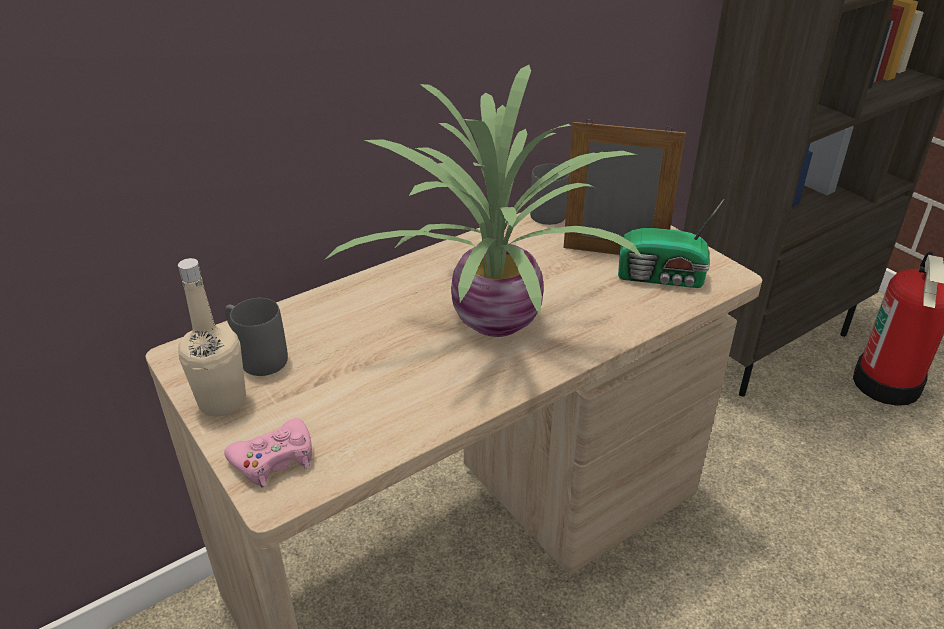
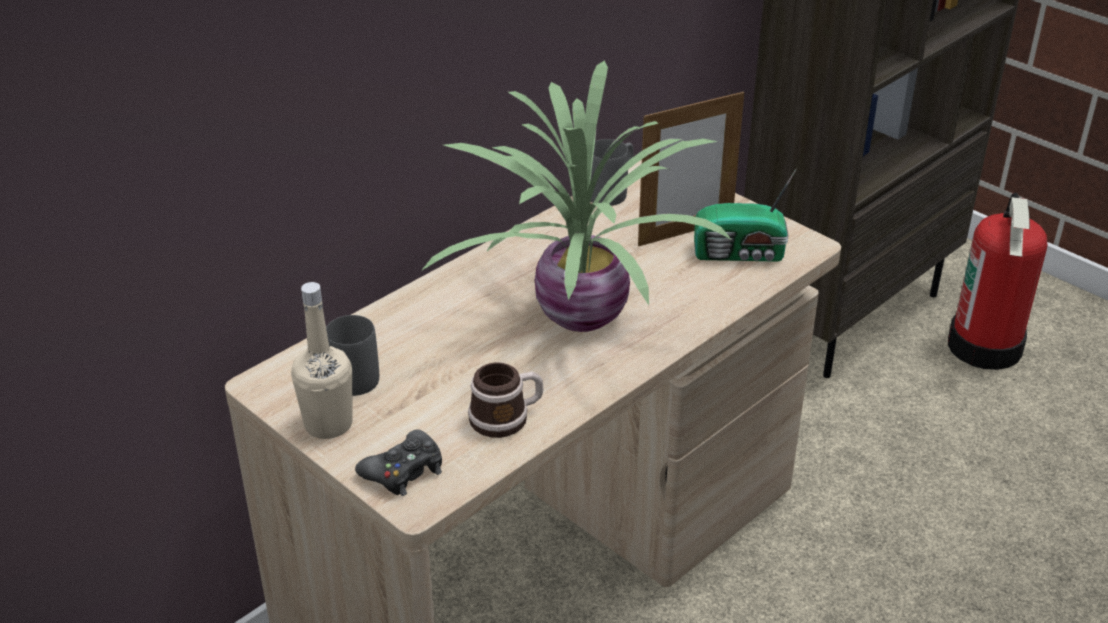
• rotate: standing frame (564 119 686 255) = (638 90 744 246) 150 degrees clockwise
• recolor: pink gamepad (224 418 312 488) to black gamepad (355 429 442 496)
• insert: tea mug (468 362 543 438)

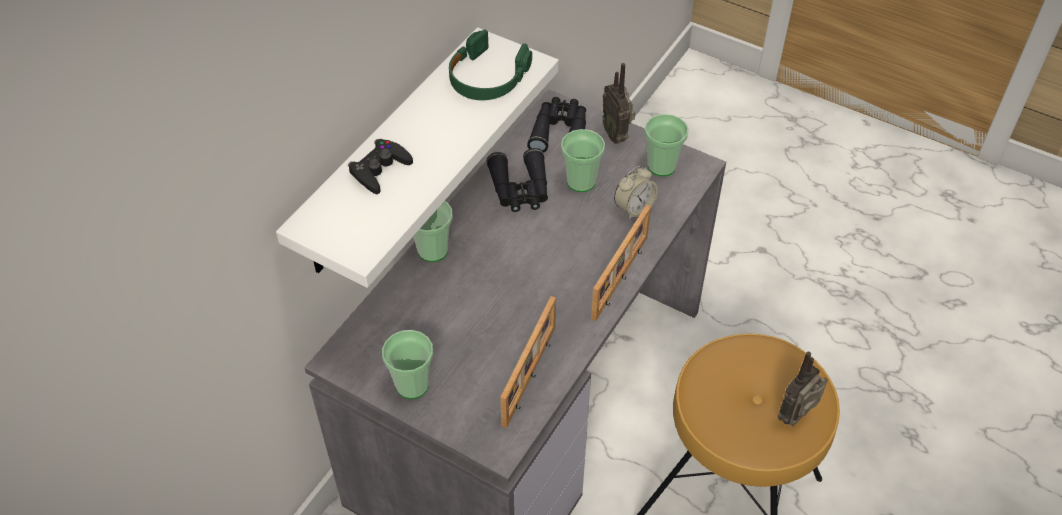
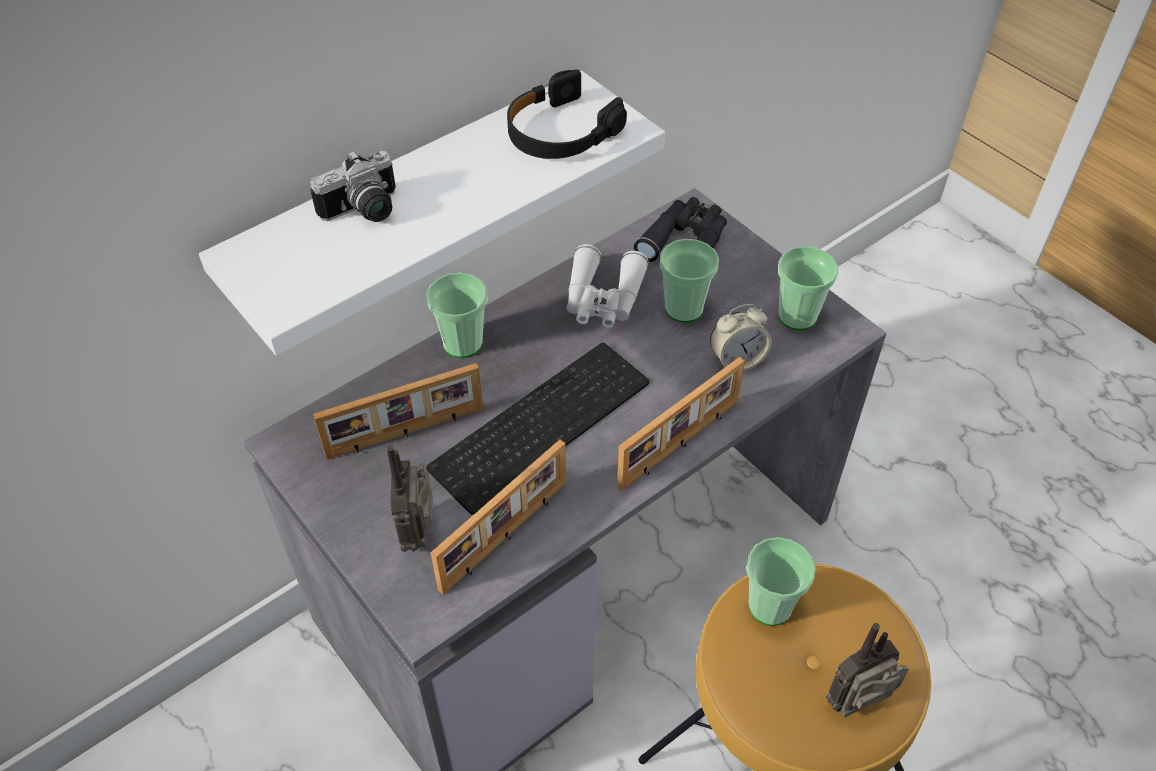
• recolor: green-coloured headphones (449 29 532 100) to black headphones (507 69 627 159)
• move: radio receiver (602 63 635 144) to (387 445 433 552)
• replace: black gamepad (348 139 413 194) to still camera (310 150 396 222)
• recolor: black pair of binoculars (486 148 548 212) to white pair of binoculars (566 244 649 328)
• move: cup (382 330 433 399) to (746 537 816 626)
• insert: keyboard (426 342 650 515)
• insert: standing frame (313 363 483 460)

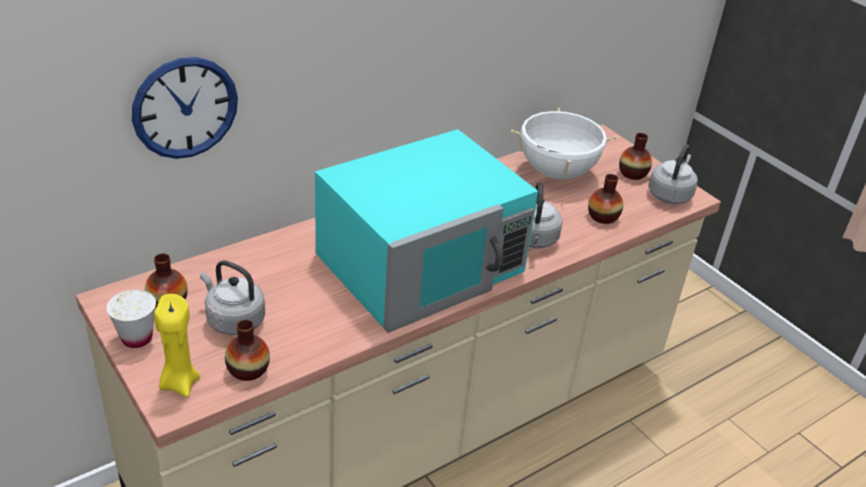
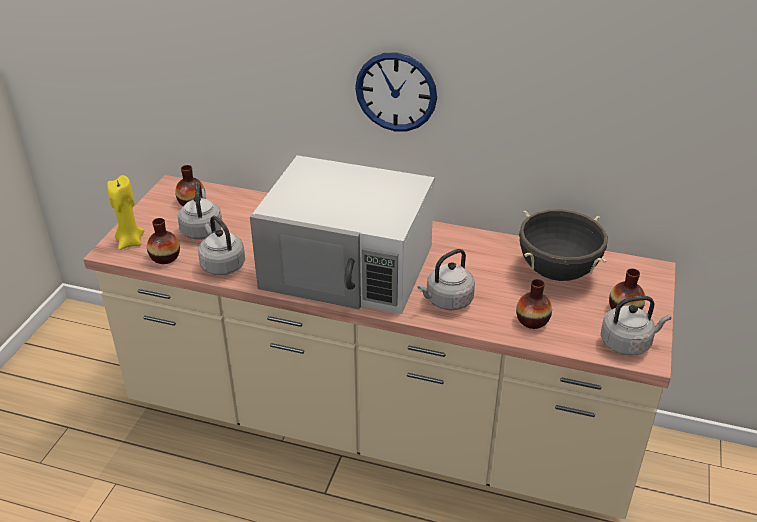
• move: clock on the wall (132 57 238 159) to (355 52 437 131)
• recolor: white cooking pot (511 107 617 179) to black cooking pot (519 210 608 281)
• recolor: turquoise microwave (315 129 538 333) to white microwave (250 155 435 314)
• delete: white cup (106 290 156 348)
• insert: grey kettle (198 216 245 275)

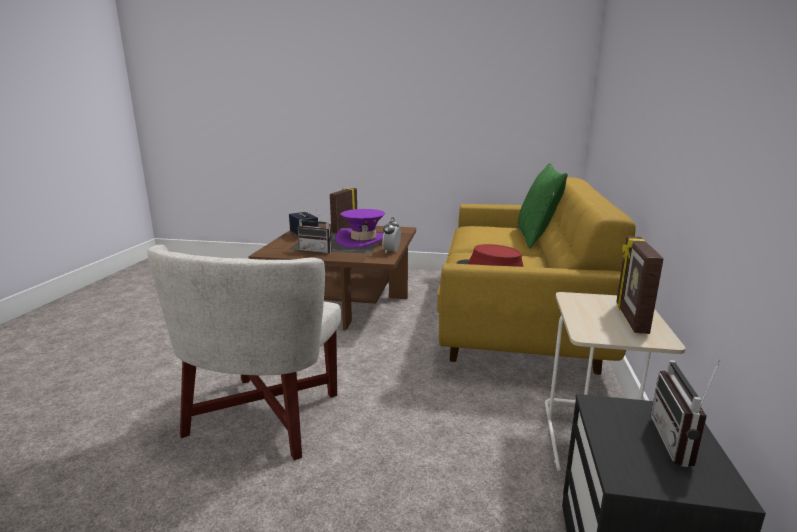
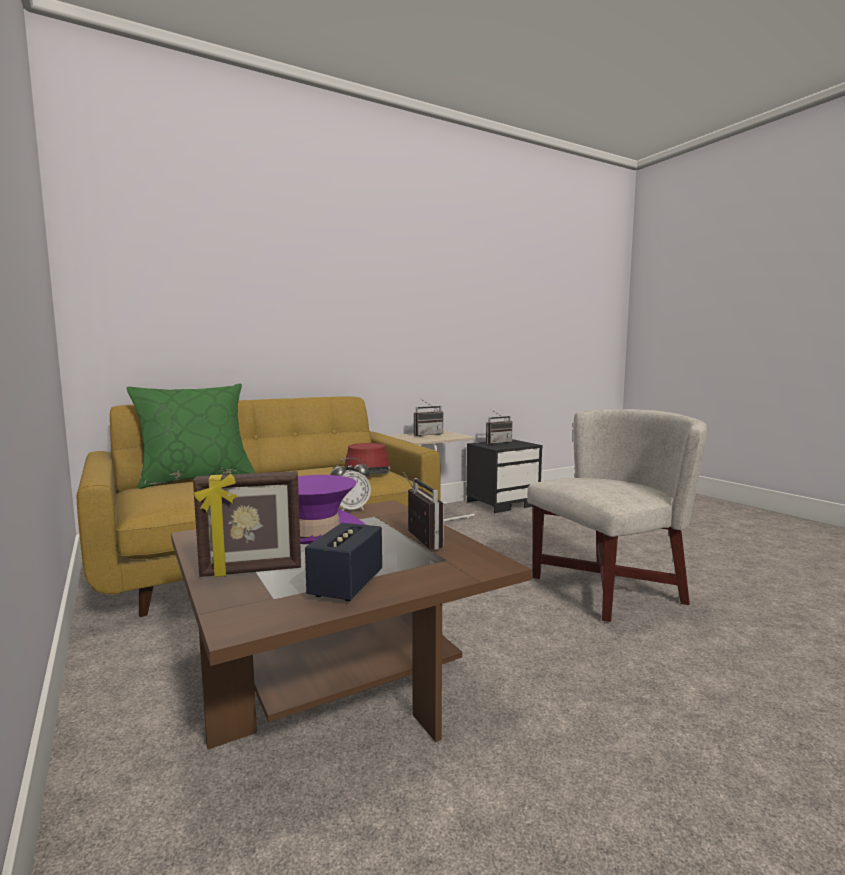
• replace: standing frame (616 236 664 334) to radio receiver (414 398 444 436)

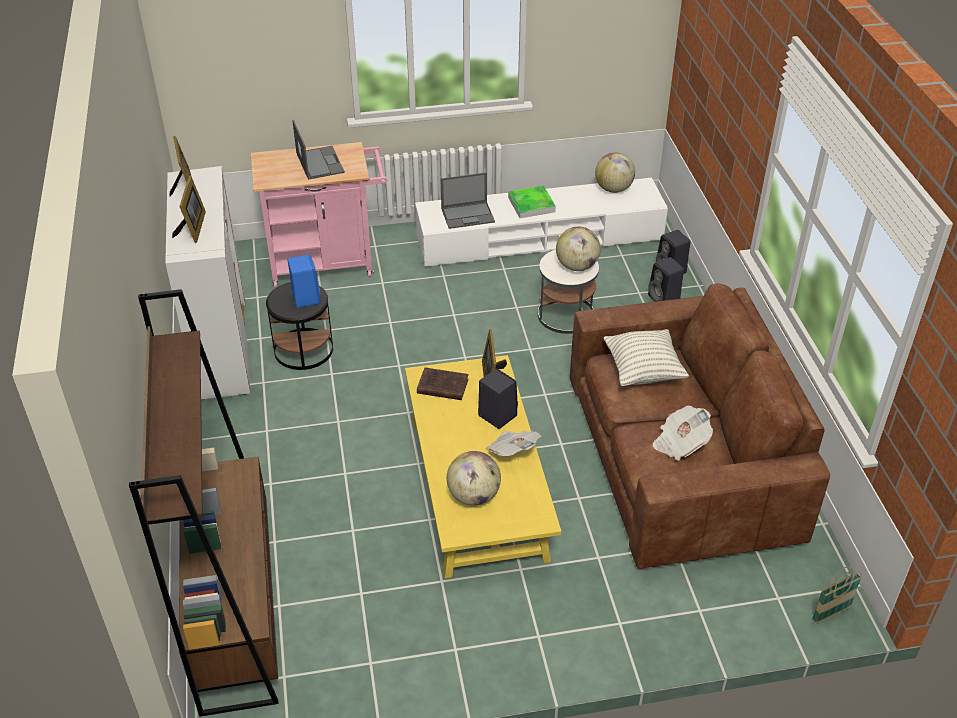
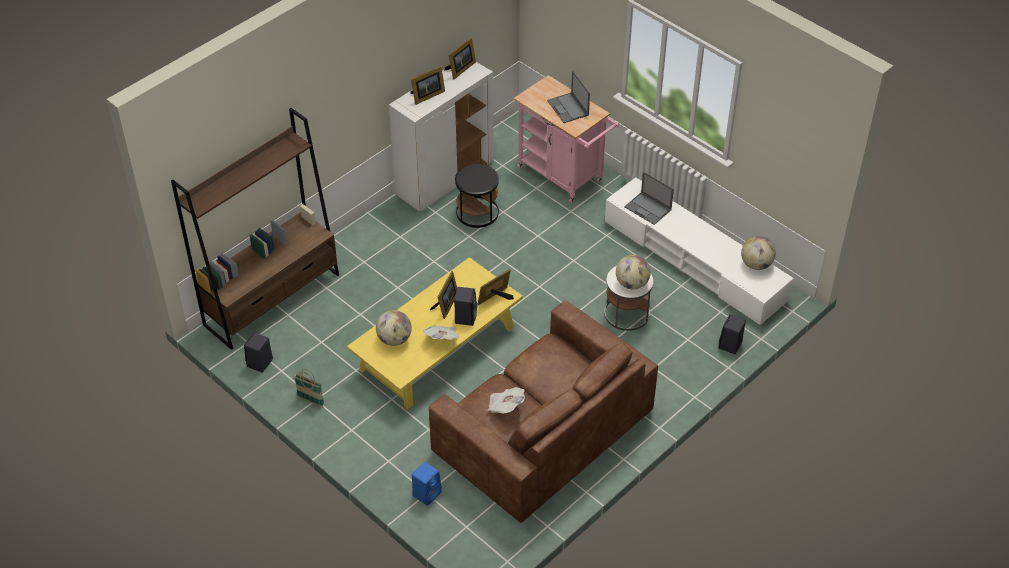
• rotate: portable computer (292 120 345 180) = (547 71 590 123) 120 degrees clockwise
• delete: carrying tray (508 186 556 218)
• move: blue-coloured speaker (287 254 321 308) to (412 462 442 506)
• move: black speaker (648 257 684 302) to (244 332 273 373)
• delete: cushion (603 329 689 386)
• delete: brownish bound book (417 368 468 400)
• move: basket (812 566 862 624) to (294 369 324 407)
• insert: standing frame (430 271 457 319)

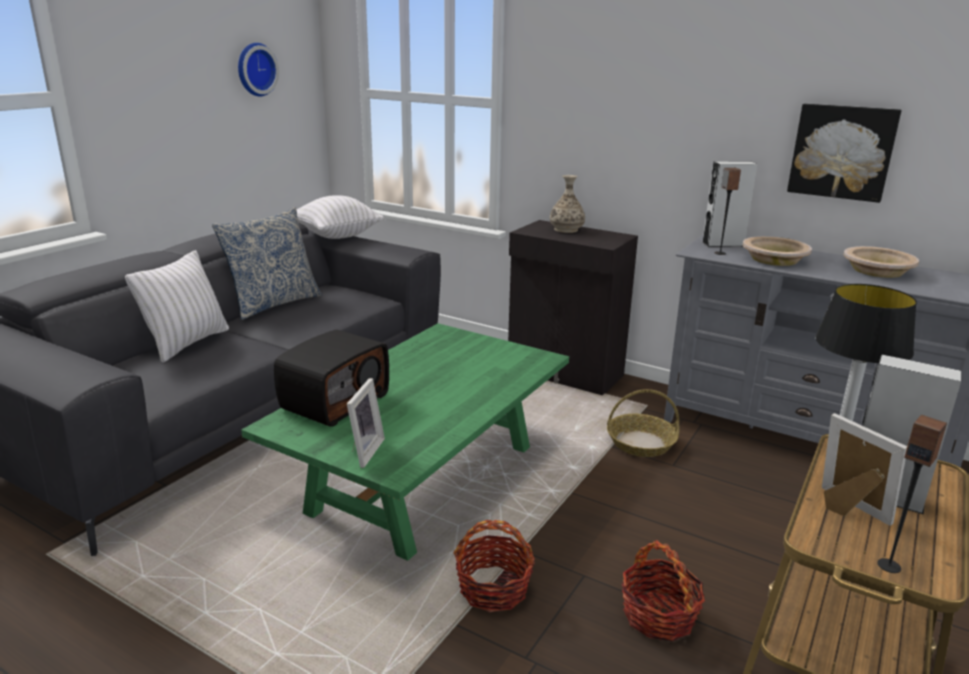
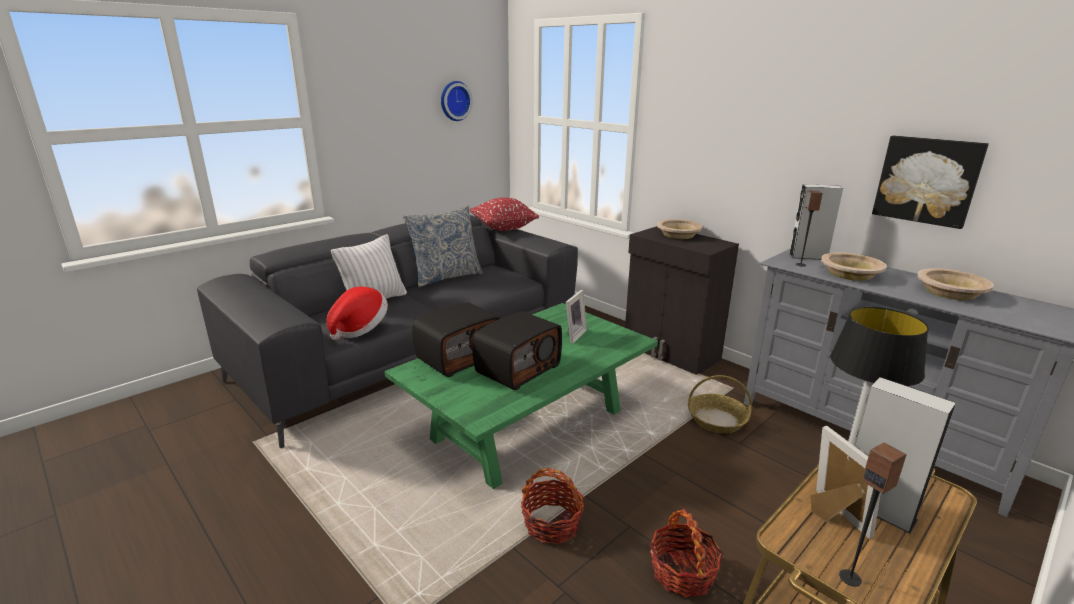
• replace: decorative vase (550 175 585 233) to beige serving bowl (657 219 703 239)
• recolor: white cushion (296 195 384 239) to red cushion (470 197 539 231)
• move: standing frame (347 378 385 468) to (566 290 587 344)
• insert: wearable hat (327 287 388 340)
• insert: radio receiver (472 311 562 390)

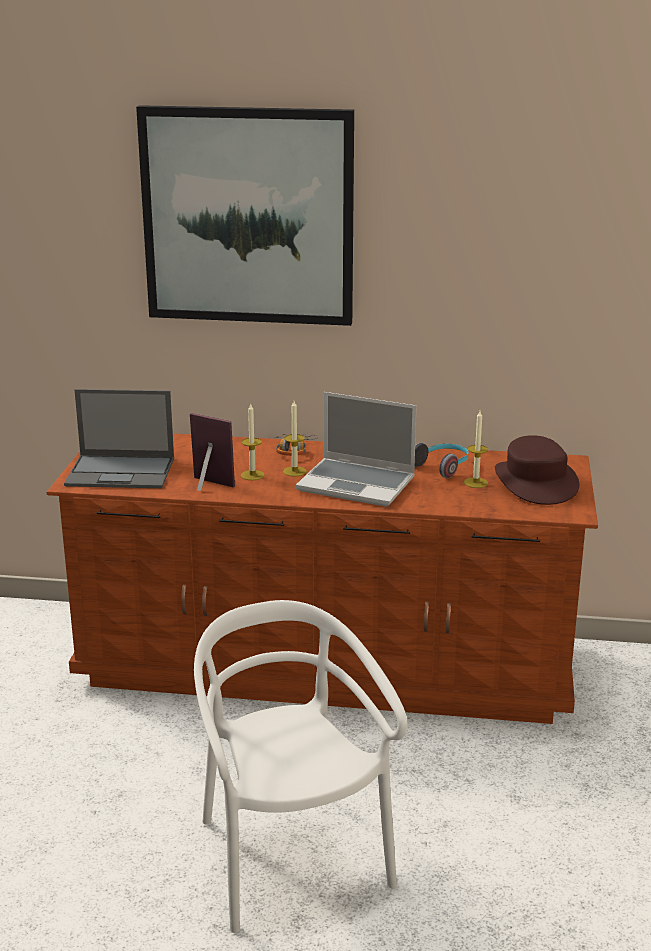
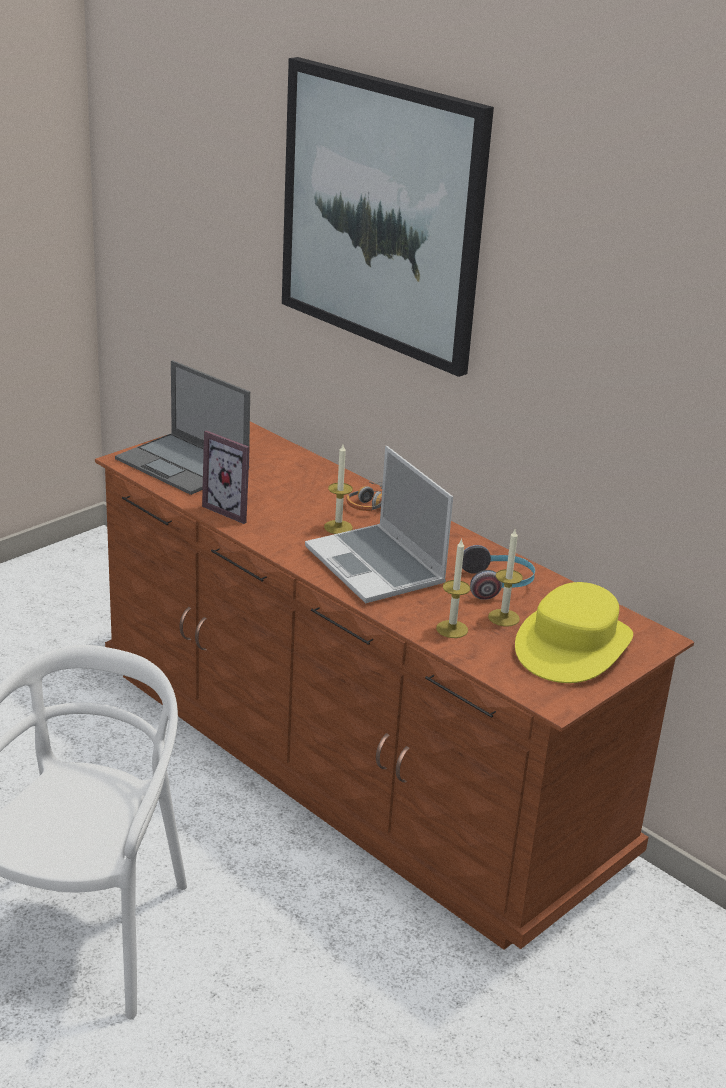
• move: wax light (241 404 265 480) to (436 538 470 638)
• rotate: standing frame (190 413 235 491) = (202 430 250 524) 150 degrees clockwise
• recolor: brownish wearable hat (495 435 579 505) to yellow-coloured wearable hat (515 582 633 683)

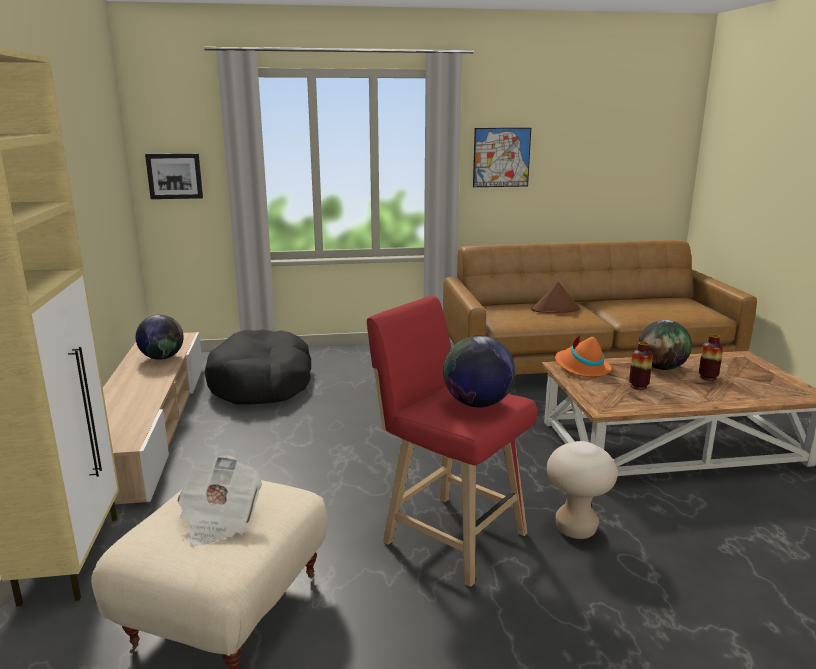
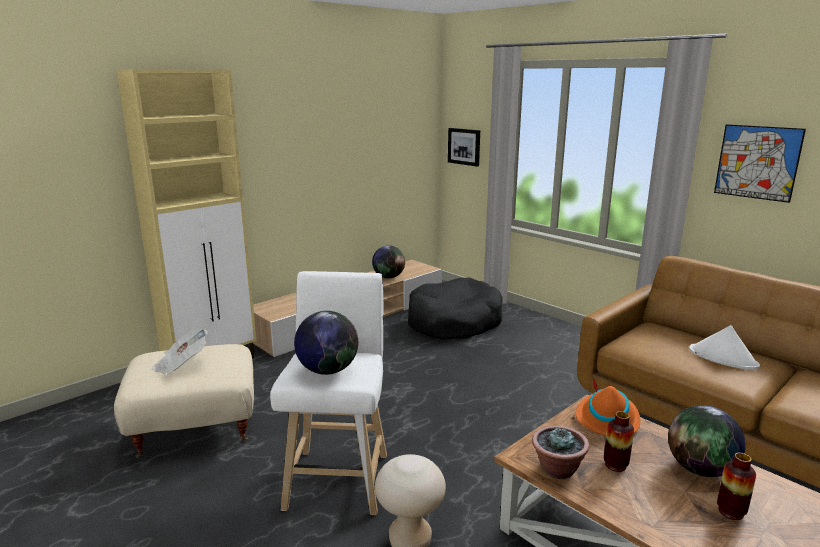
• recolor: brownish wearable hat (531 282 580 313) to white wearable hat (689 325 760 370)
• recolor: red sitting stool (367 296 537 587) to white sitting stool (270 271 387 515)
• insert: potted plant (532 426 589 479)

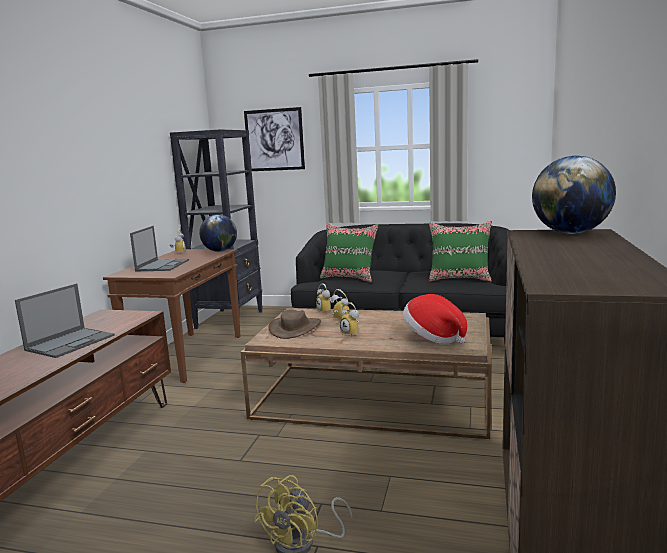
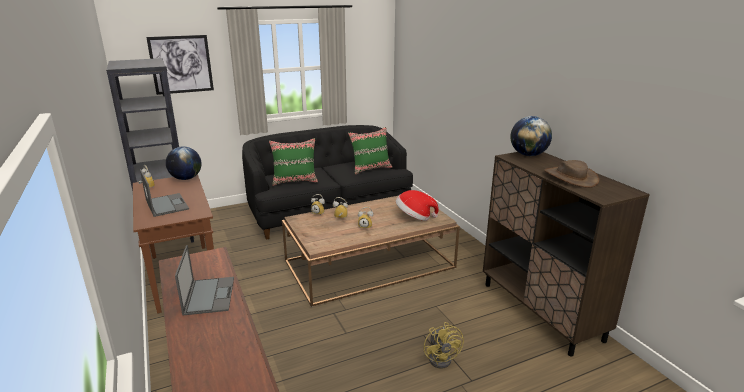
• move: brownish wearable hat (269 310 321 339) to (544 160 599 188)

